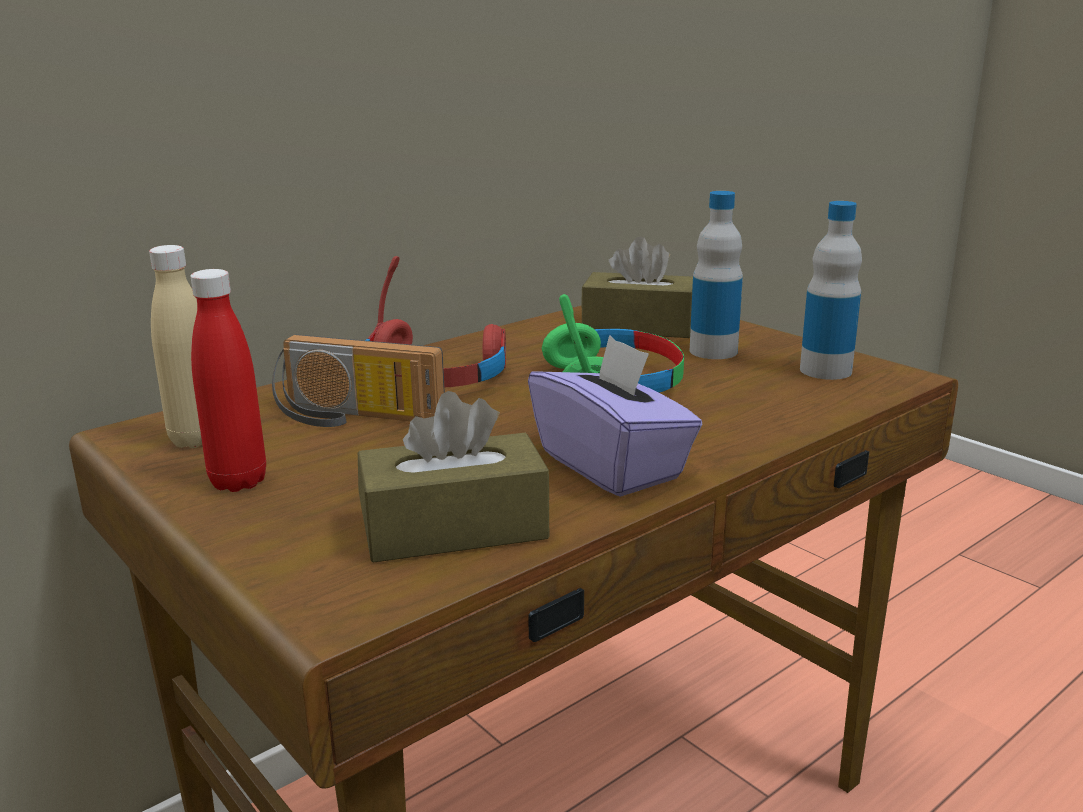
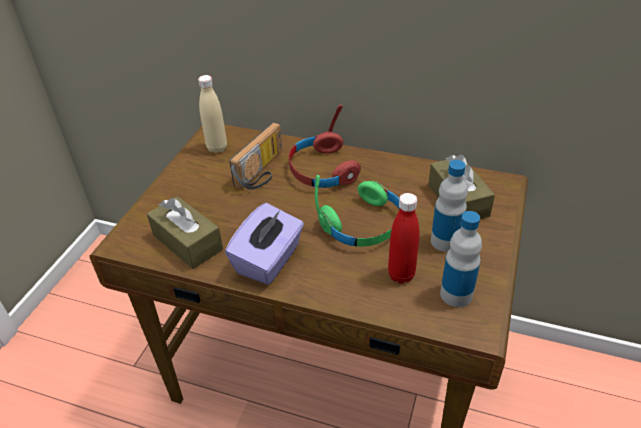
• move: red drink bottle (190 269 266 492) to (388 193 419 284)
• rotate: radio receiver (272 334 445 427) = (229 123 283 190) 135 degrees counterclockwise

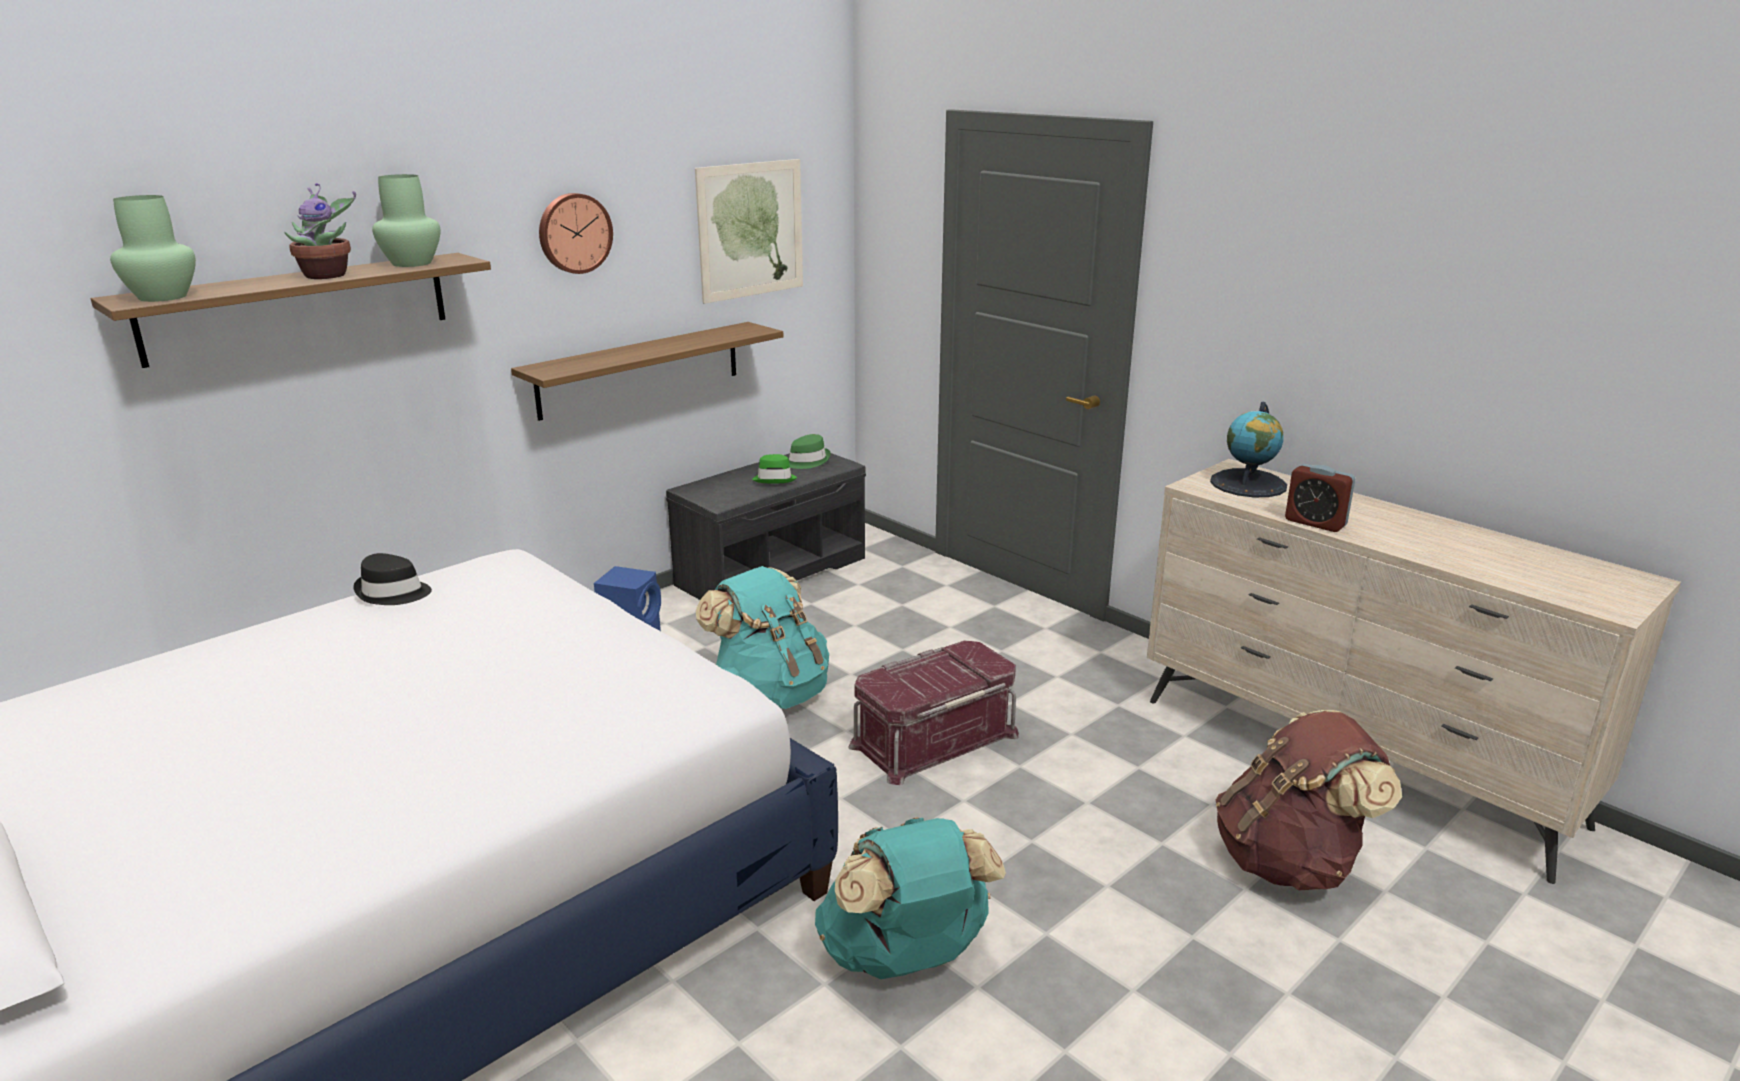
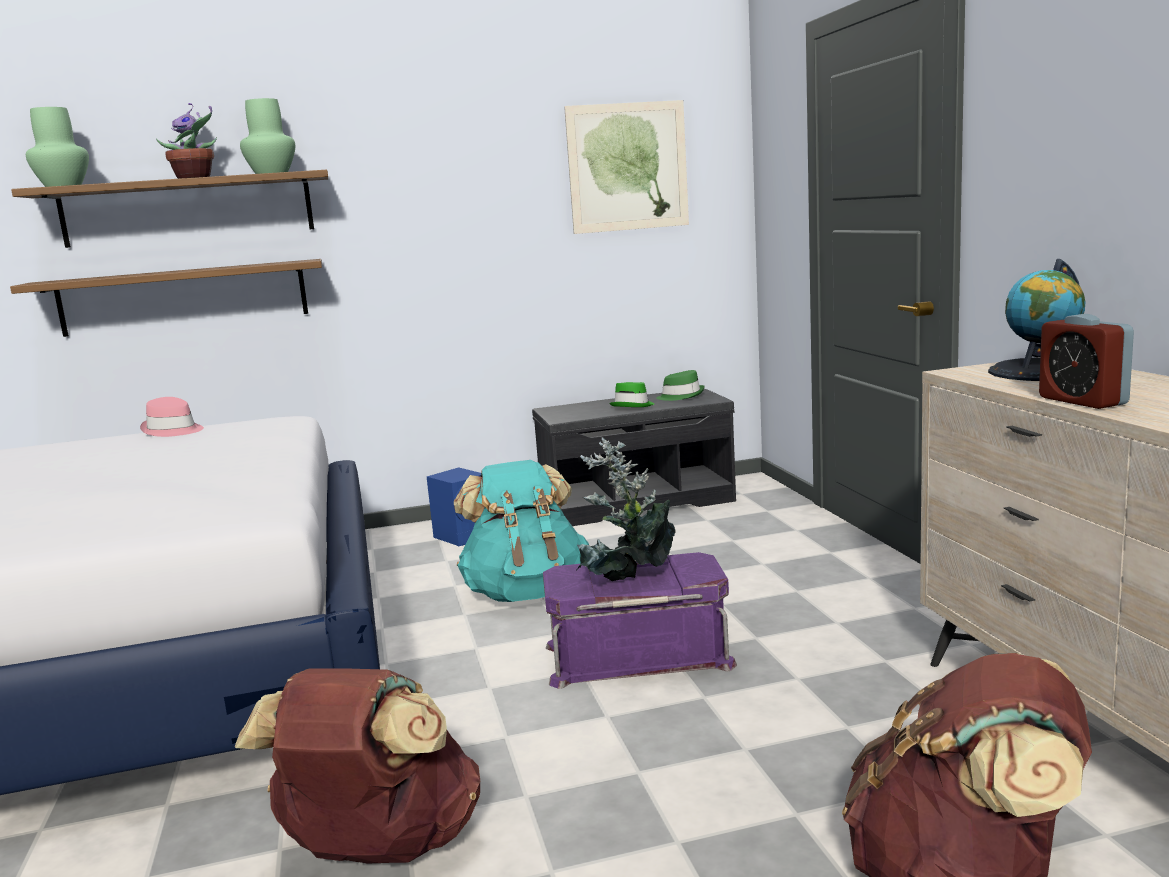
• delete: clock on the wall (539 193 613 274)
• move: shelf (511 322 783 421) to (10 259 322 337)
• recolor: black wearable hat (353 553 432 605) to pink wearable hat (140 397 204 437)
• recolor: red storage box (848 640 1019 785) to purple storage box (543 552 737 689)
• recolor: turquoise rucksack (815 817 1006 979) to brownish rucksack (235 669 480 863)
• insert: potted plant (575 437 675 581)

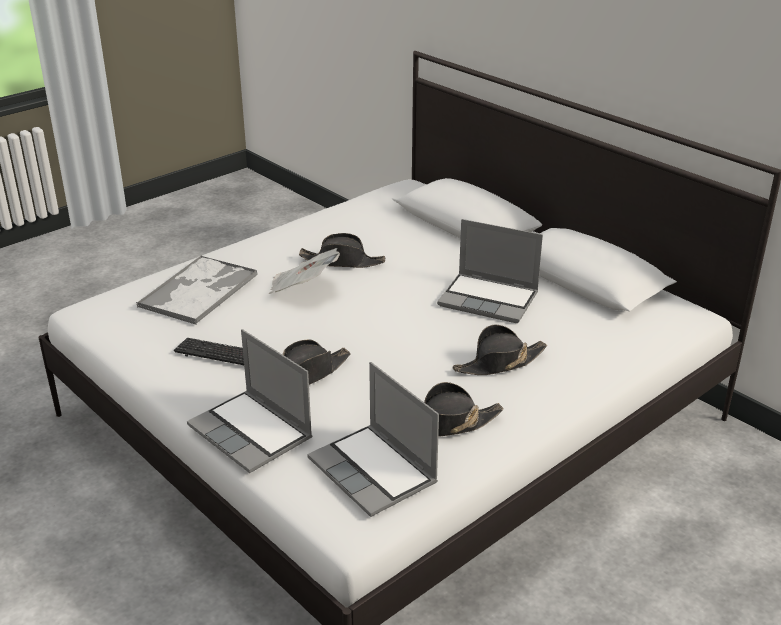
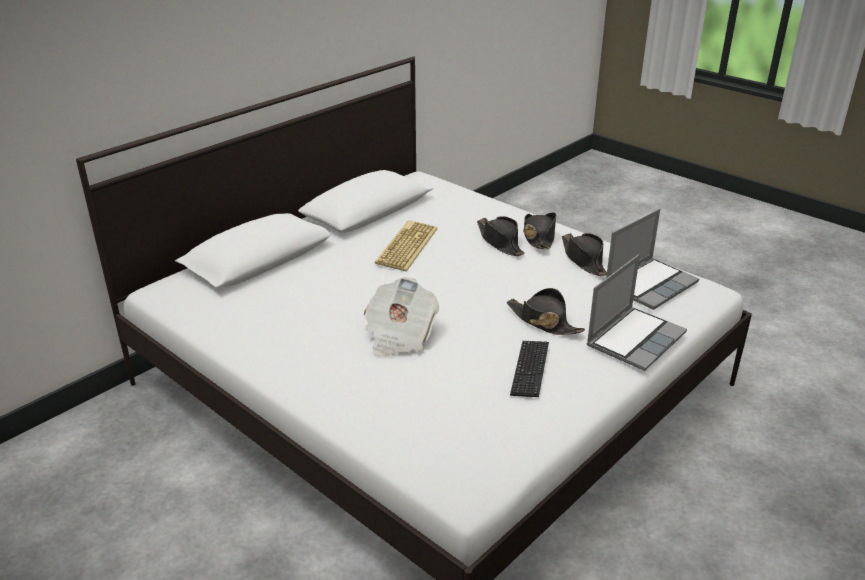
• replace: portable computer (437 219 543 323) to keyboard (375 220 437 272)
• move: black wearable hat (299 233 385 268) to (523 212 556 250)
• delete: carrying tray (136 255 257 325)

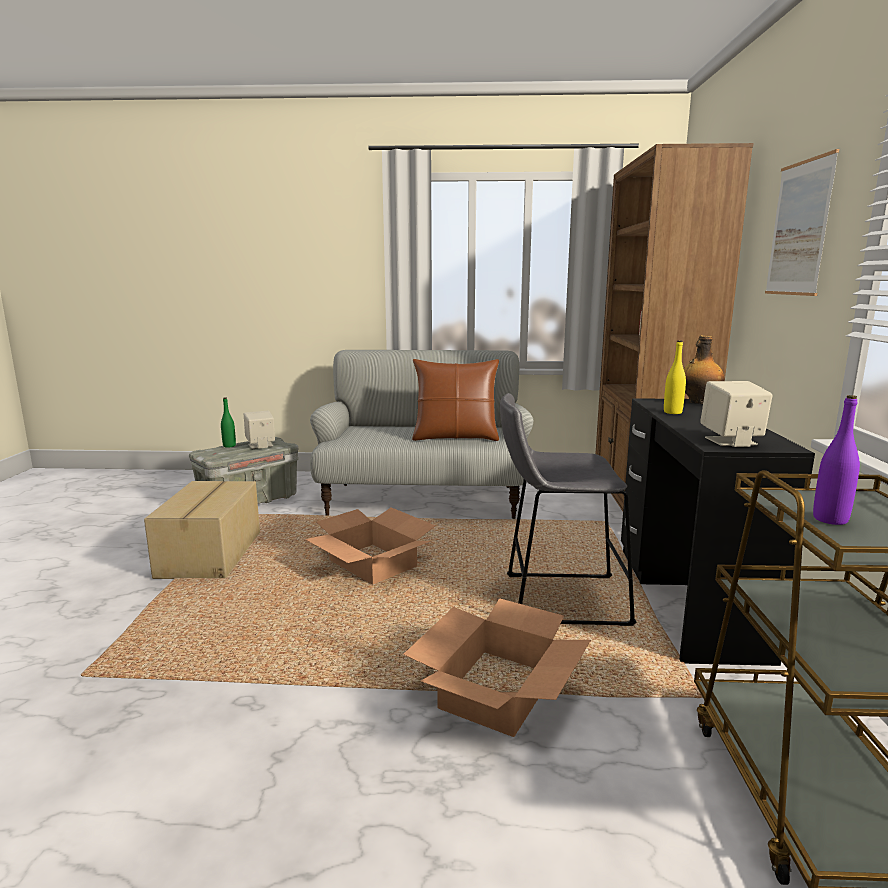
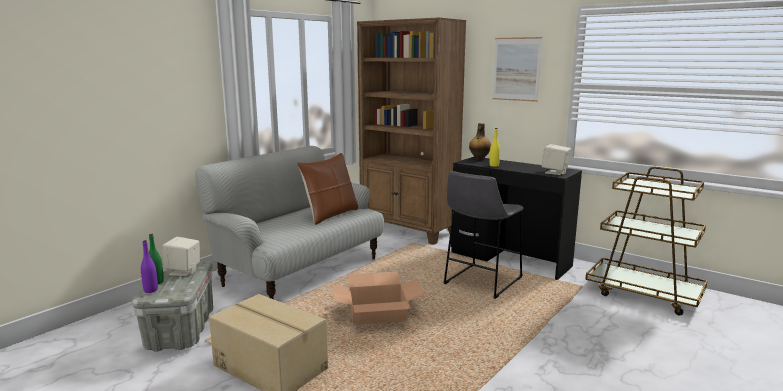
• move: purple drink bottle (813 395 860 525) to (141 240 158 293)
• delete: cardboard box (403 598 591 737)

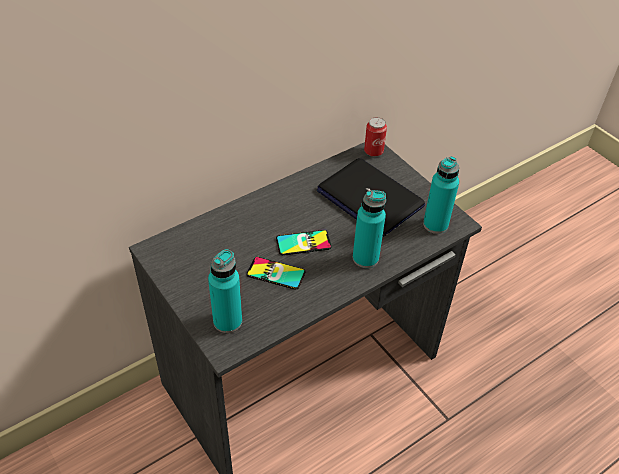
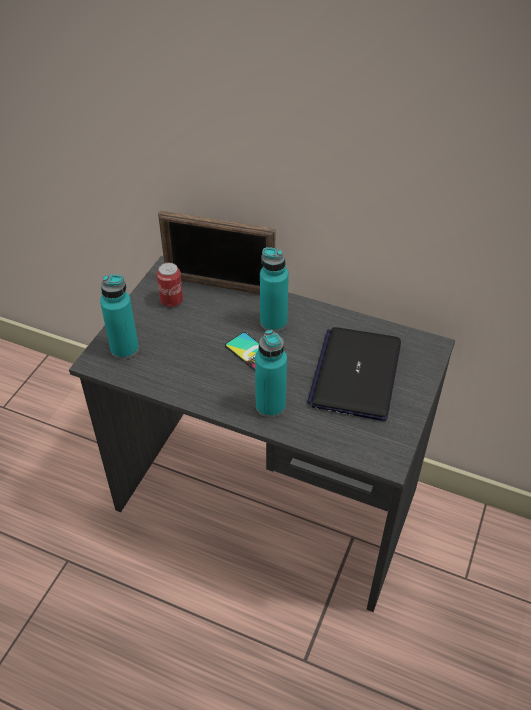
• move: can (364 117 387 157) to (157 263 183 307)
• move: turquoise drink bottle (423 156 459 234) to (260 247 289 332)
• delete: handset (247 257 306 290)
• insert: standing frame (158 211 275 294)

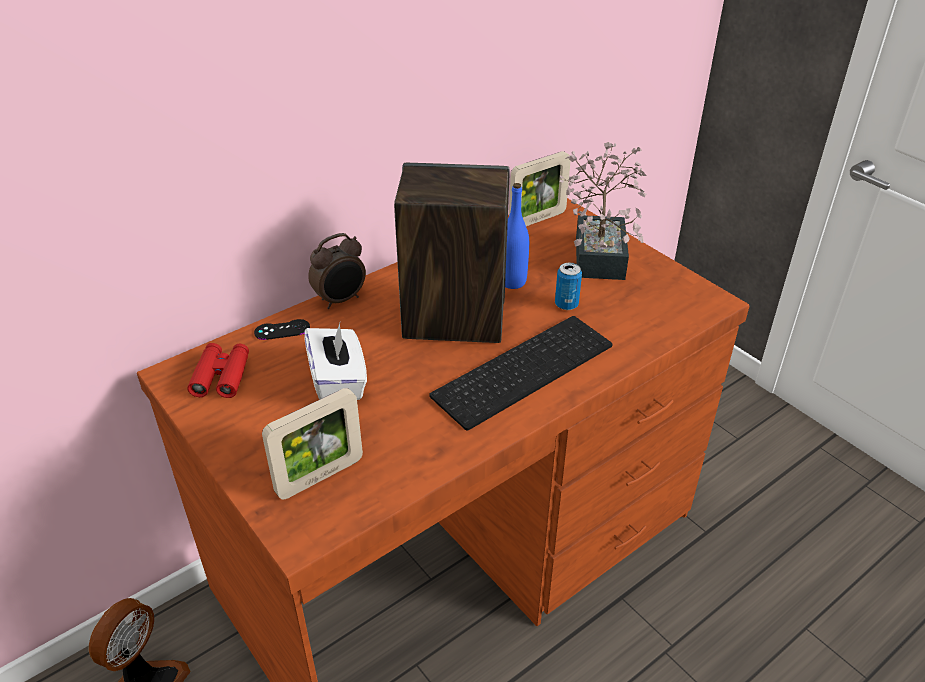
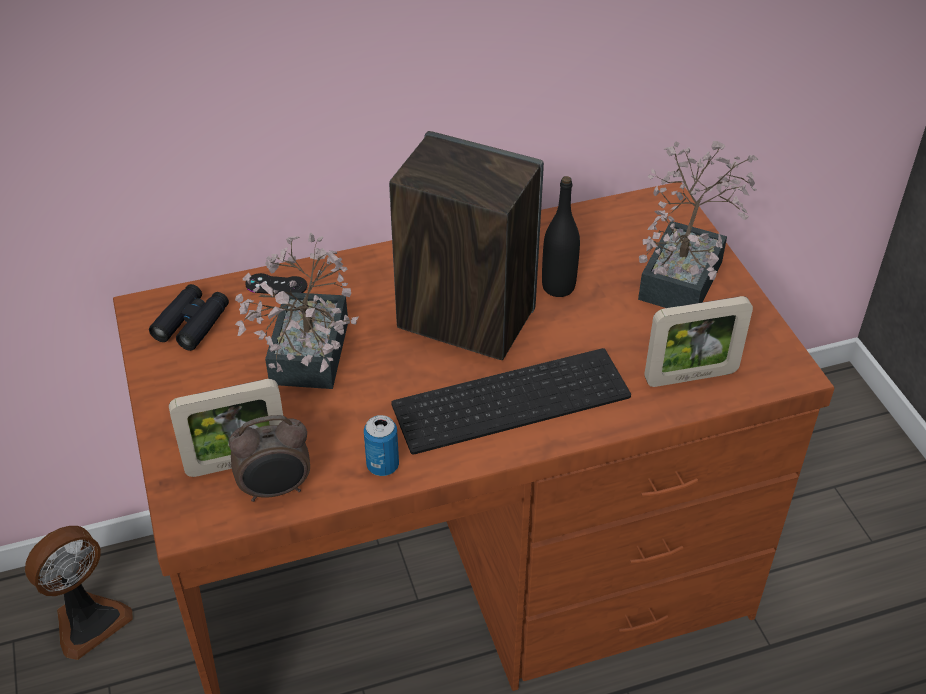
• move: standing frame (509 151 571 226) to (644 296 753 387)
• recolor: blue-coloured drink bottle (505 183 529 289) to black drink bottle (542 176 580 297)
• move: bedside clock (308 233 366 309) to (229 415 310 502)
• move: can (555 263 582 310) to (364 415 399 476)
• replace: white tissue holder (304 323 367 400) to potted plant (235 233 359 389)
• recolor: red pair of binoculars (187 343 249 398) to black pair of binoculars (149 284 229 351)

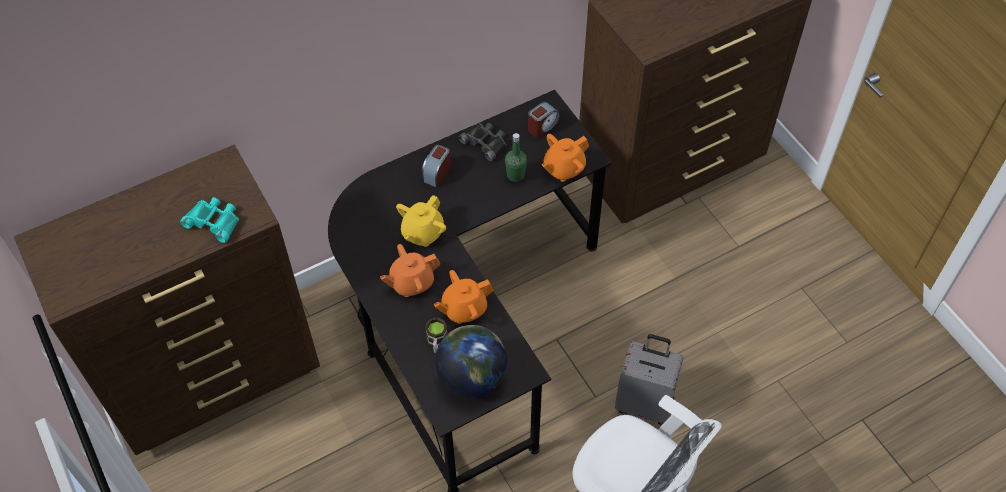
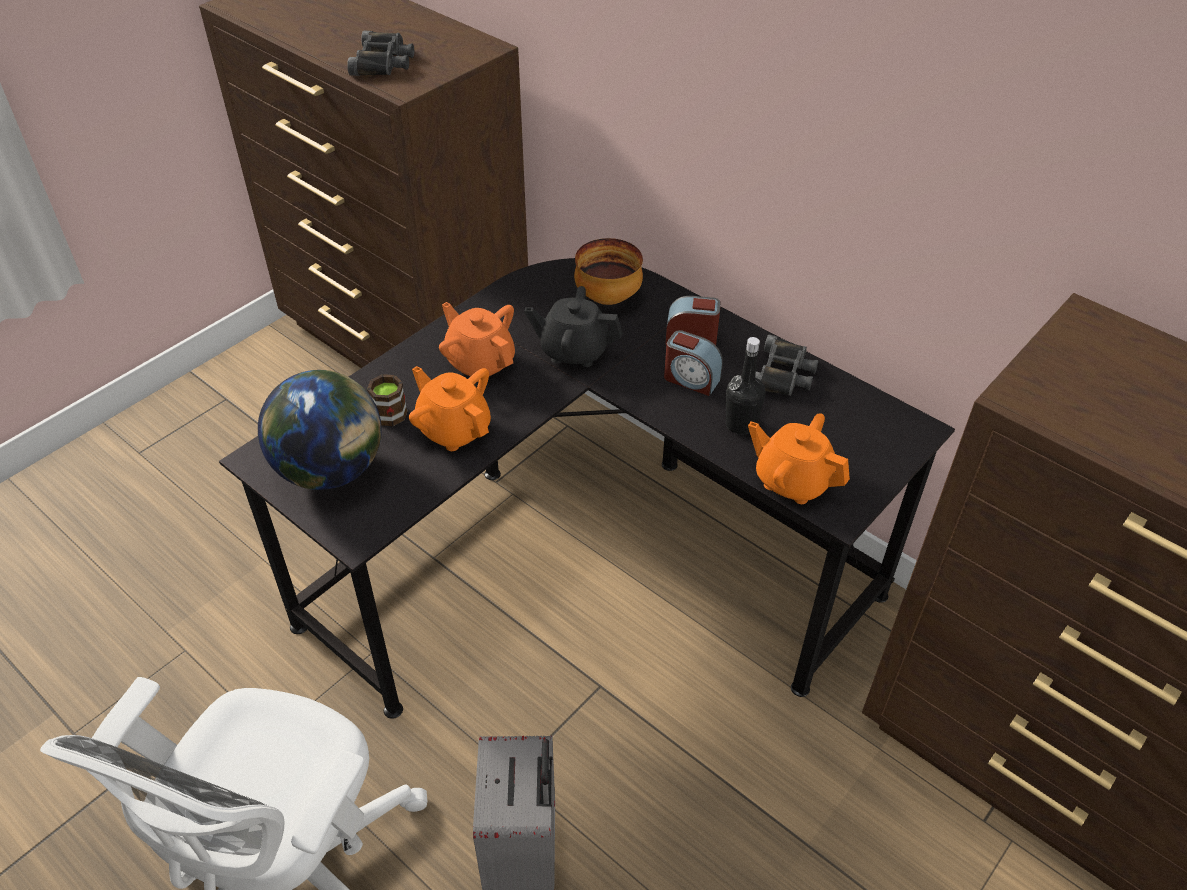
• move: bedside clock (528 102 560 138) to (664 330 723 396)
• recolor: green-coloured drink bottle (505 133 527 182) to black drink bottle (726 337 766 435)
• recolor: yellow-coloured tea pot (396 195 446 247) to black tea pot (525 286 623 367)
• recolor: turquoise pair of binoculars (180 197 239 243) to black pair of binoculars (347 31 414 76)
• insert: serving bowl (574 238 643 305)

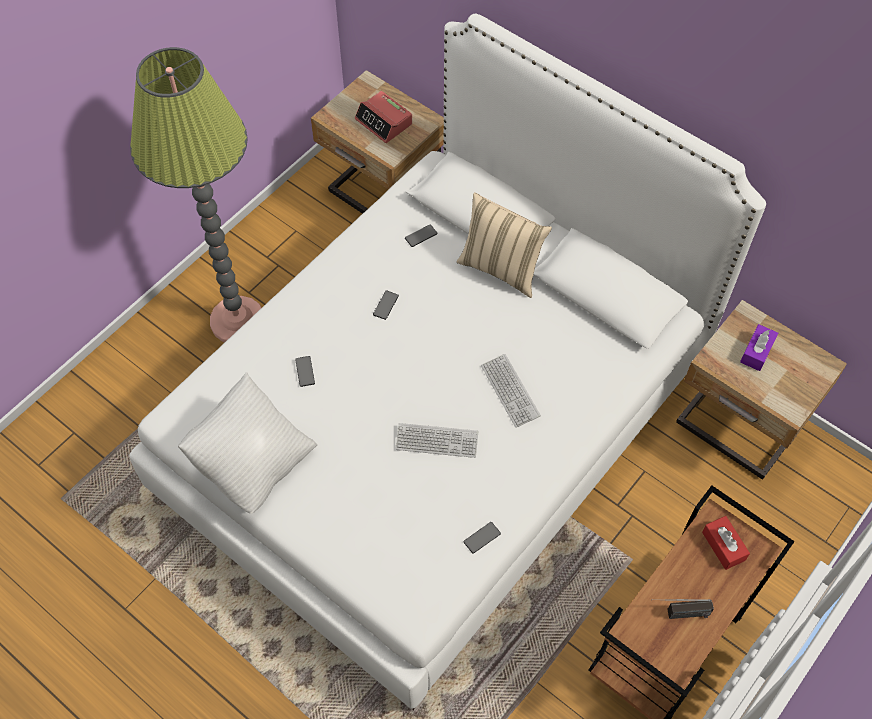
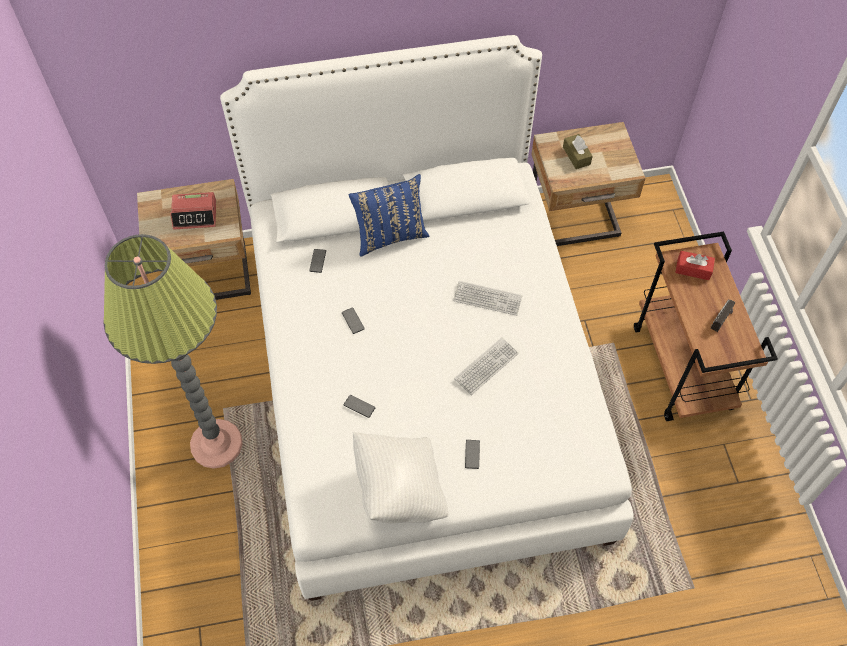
• recolor: beige cushion (457 193 552 298) to blue-coloured cushion (348 174 429 257)
• recolor: purple tissue holder (740 324 778 371) to brownish tissue holder (563 134 593 169)
• move: handset (463 522 501 554) to (465 440 480 469)

